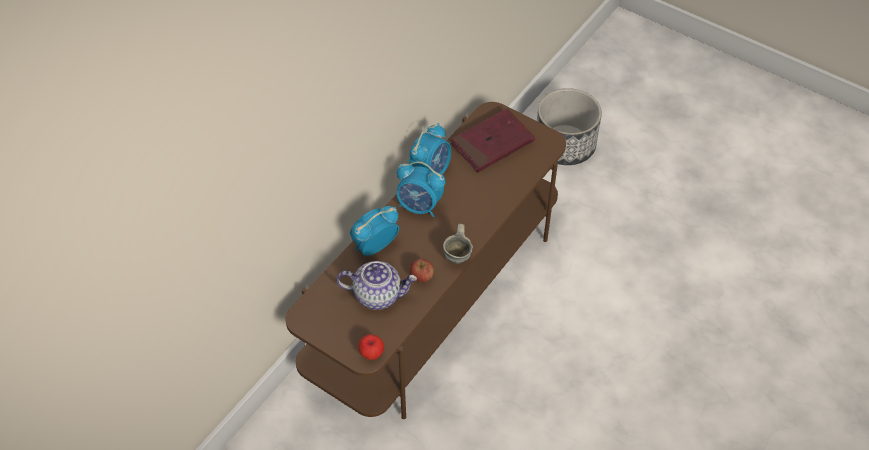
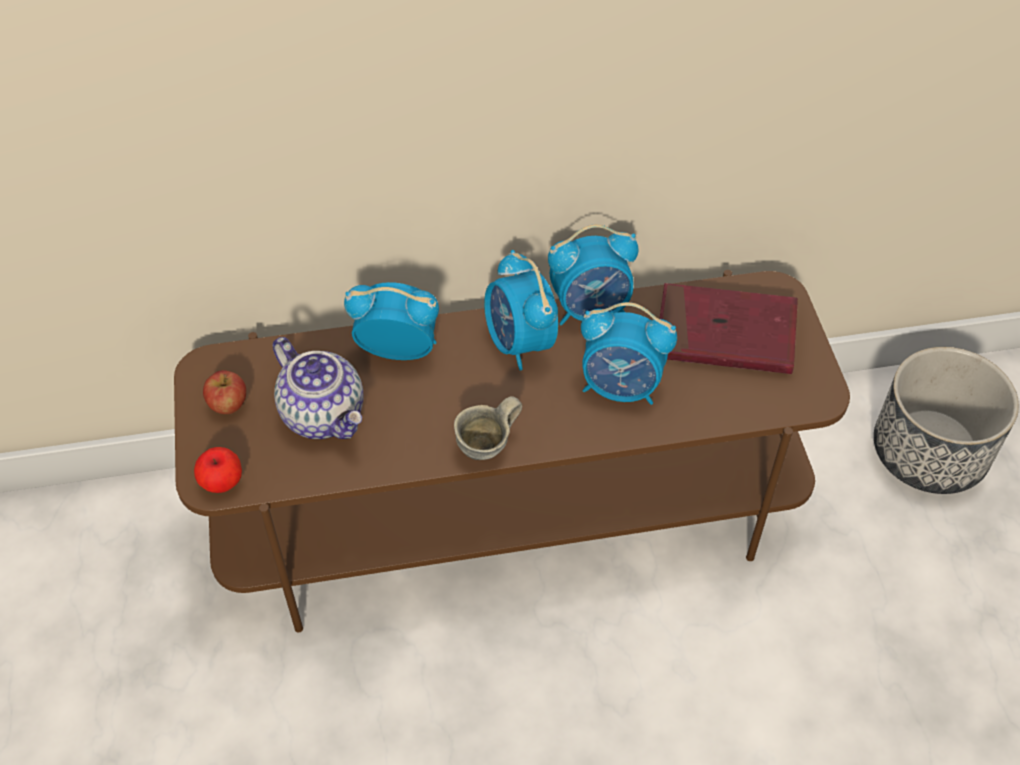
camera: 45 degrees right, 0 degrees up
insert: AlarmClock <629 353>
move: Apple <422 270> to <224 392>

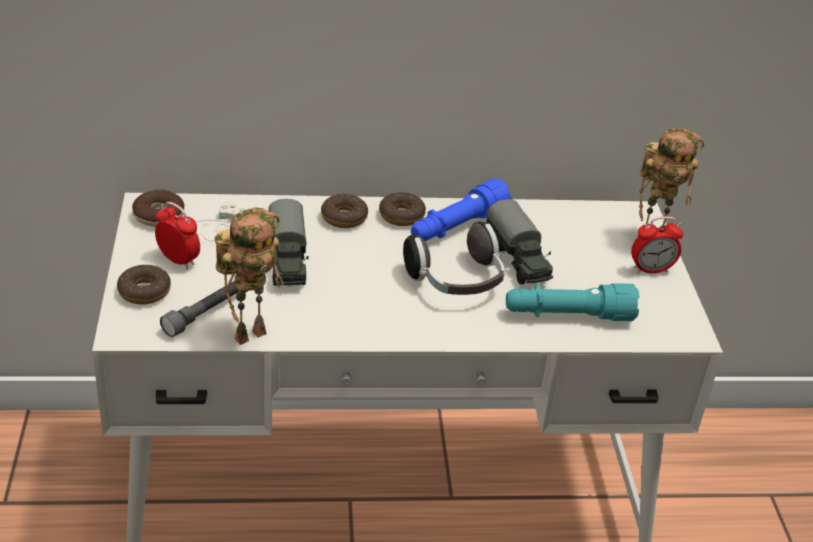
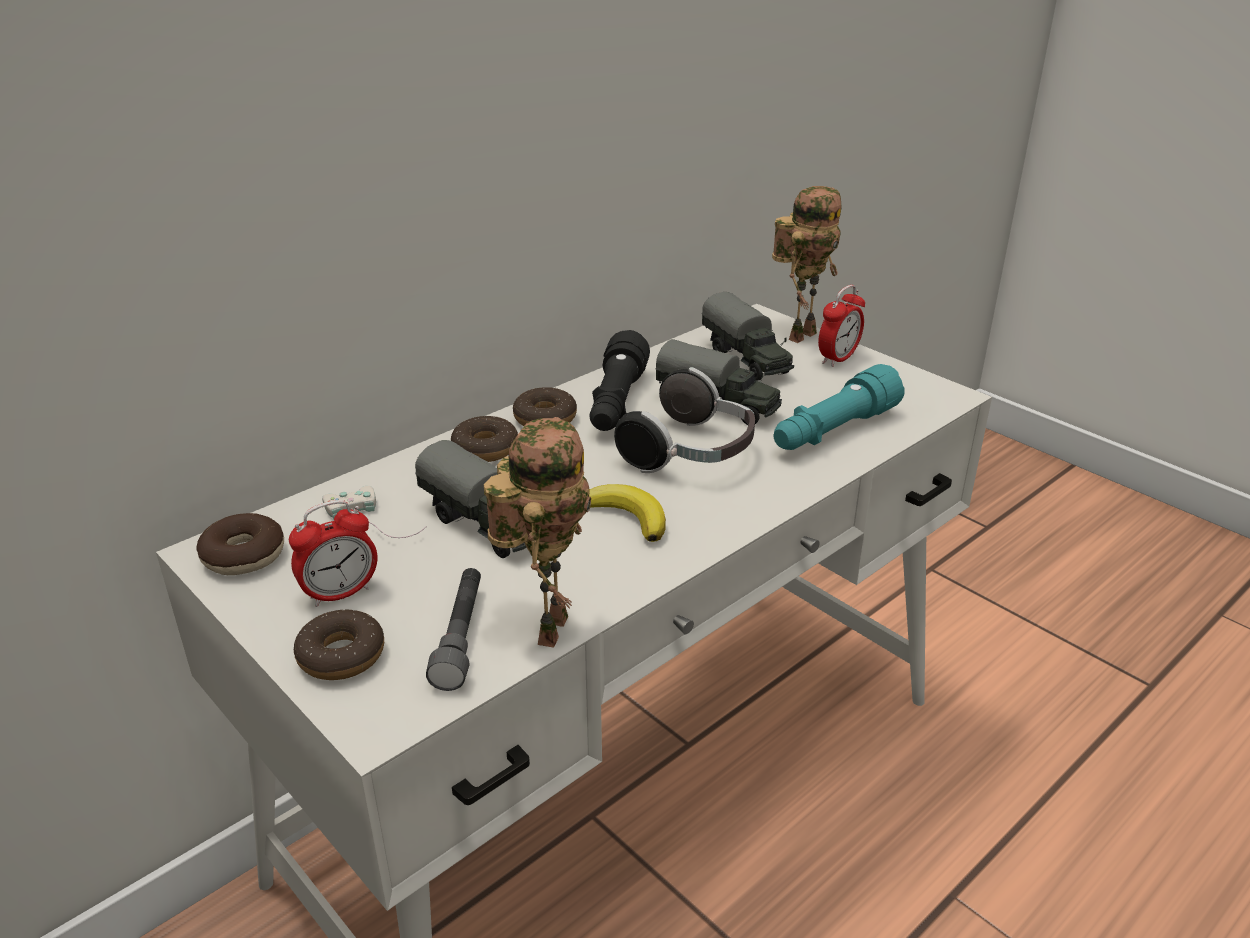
camera: 35 degrees left, 5 degrees down
insert: Banana <627 513>; ToyTruck <748 336>
recolor: BlueFlashlight <461 209> to BlackFlashlight <619 380>
rotate: AlarmClock <177 235> = <333 553> 150 degrees clockwise

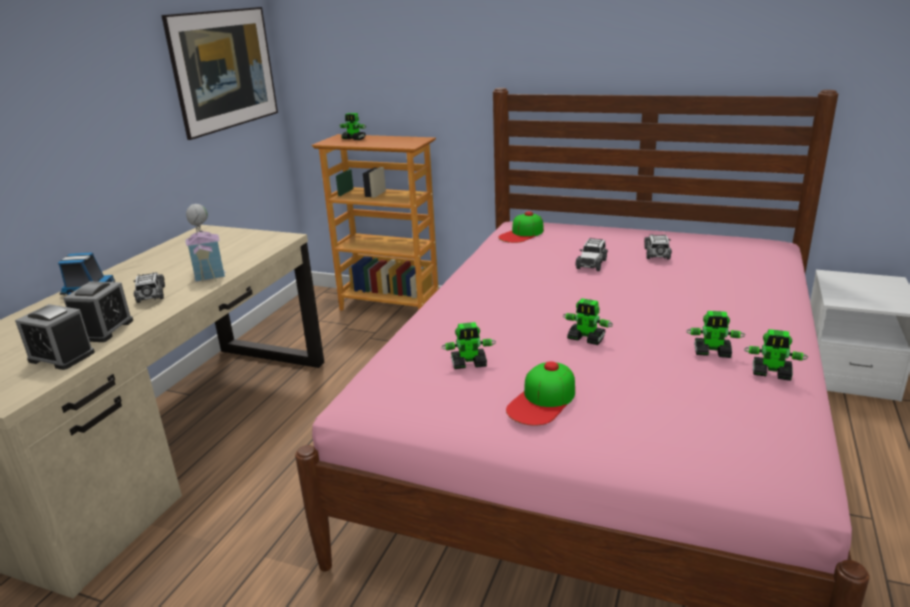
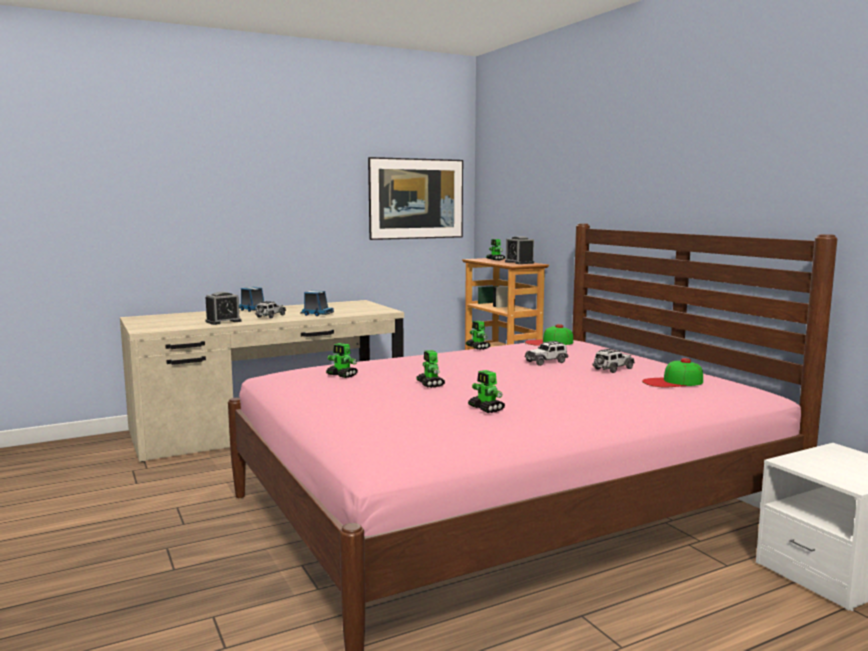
camera: 40 degrees right, 15 degrees down
move: AlarmClock <55 337> to <519 250>; Cap <540 393> to <672 372>; ToyRobot <776 355> to <478 335>
replace: ToyHouse <205 243> to ToyTruck <317 303>

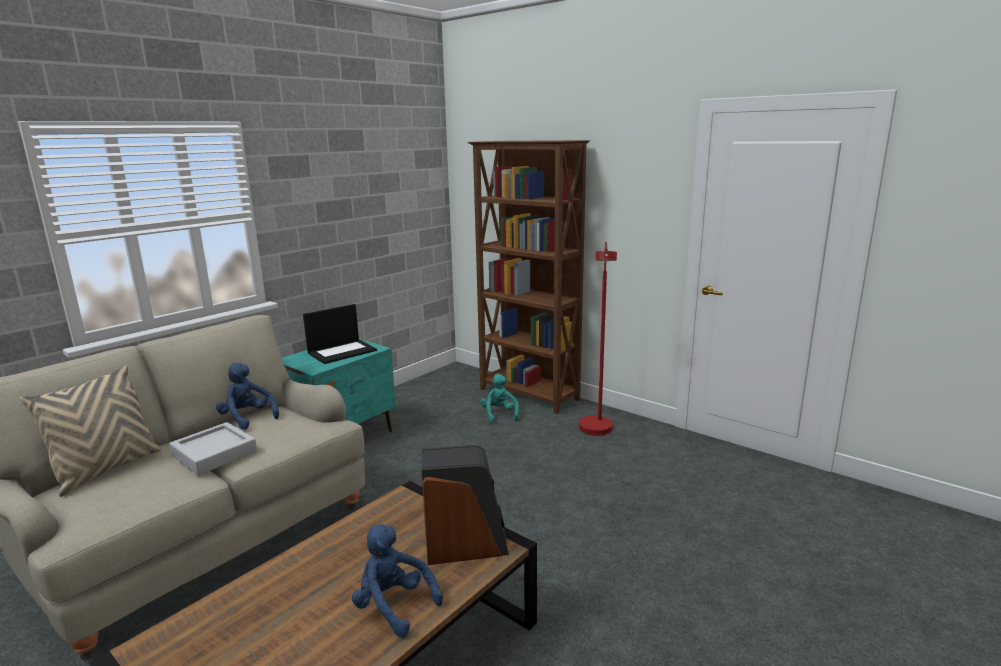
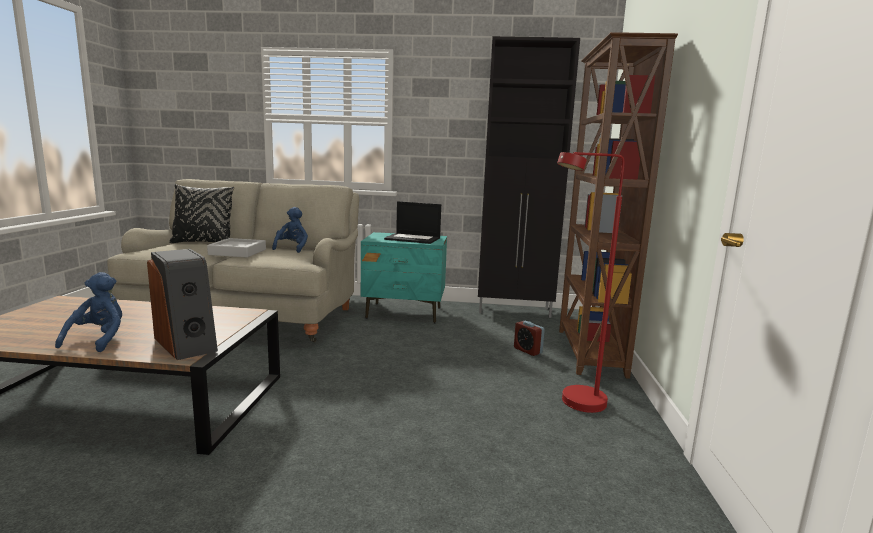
camera: 55 degrees right, 5 degrees down
insert: BlackCabinet <529 177>
replace: TurquoisePlushToy <499 398> to AlarmClock <529 338>
recolor: BeigePillow <90 431> to BlackPillow <201 213>

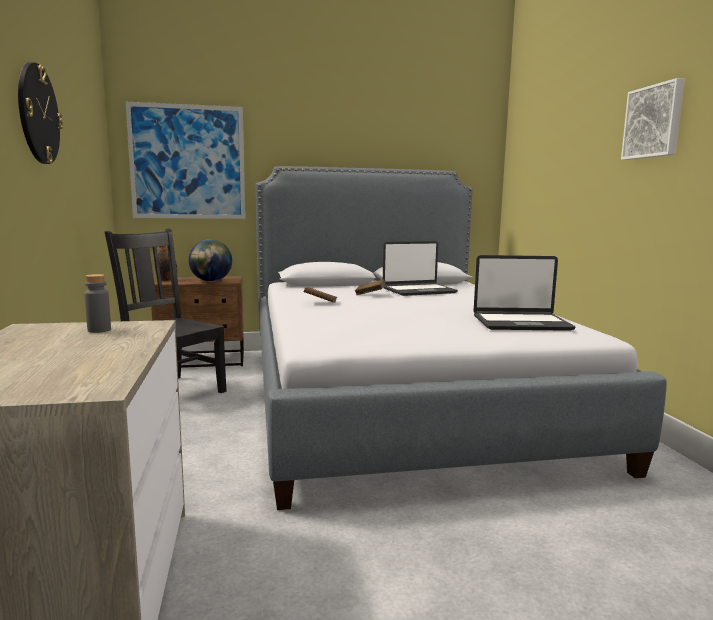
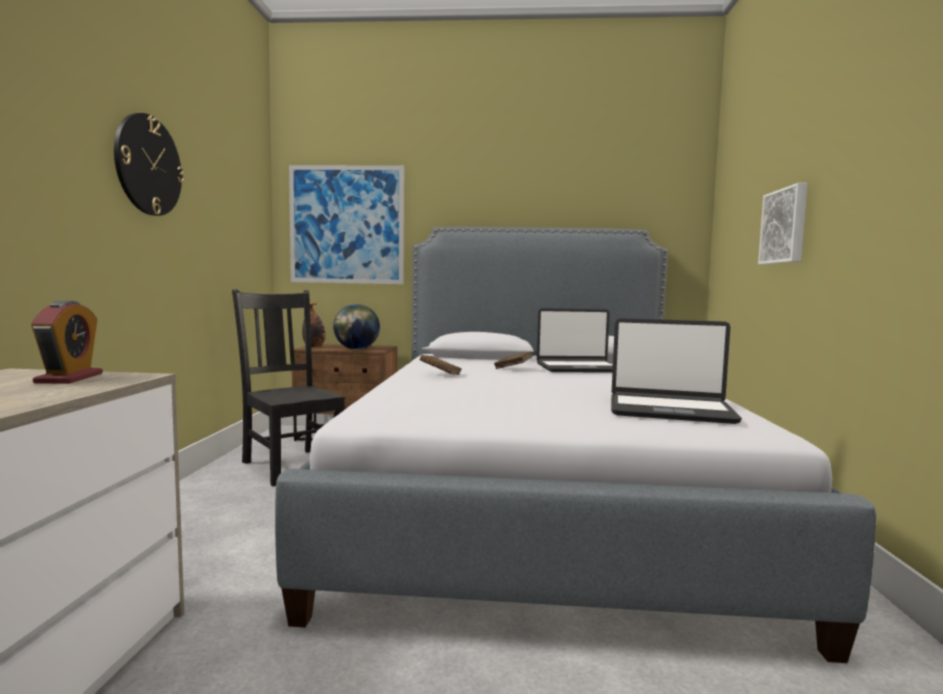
camera: 15 degrees right, 5 degrees down
move: Picture <653 119> to <783 223>
replace: GreyBottle <97 303> to AlarmClock <67 342>

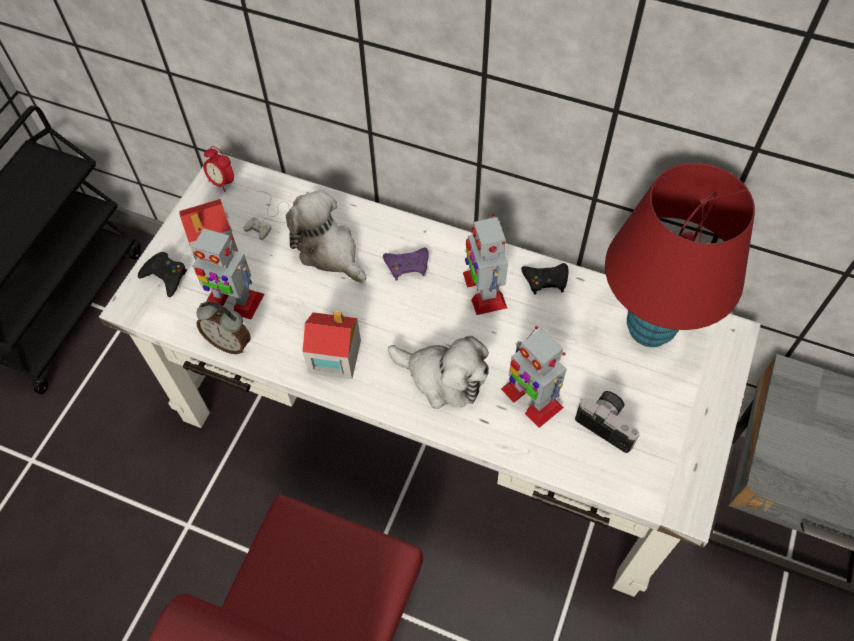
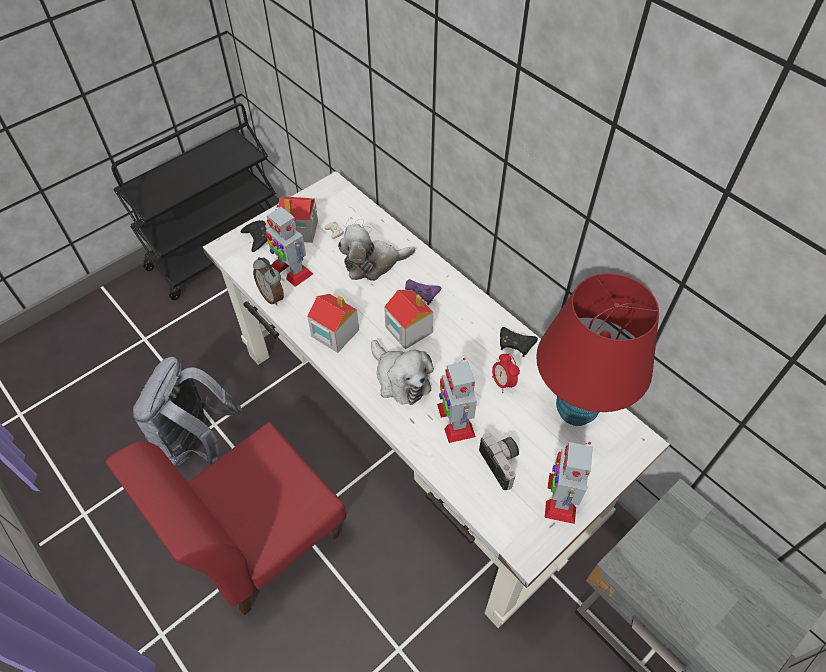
camera: 25 degrees right, 5 degrees down
insert: GreyBackpack <187 411>; ToyHouse <409 319>
move: AlarmClock <218 169> to <506 373>; ToyRobot <485 264> to <569 483>
rotate: PlushToy <326 236> = <376 252> 90 degrees counterclockwise

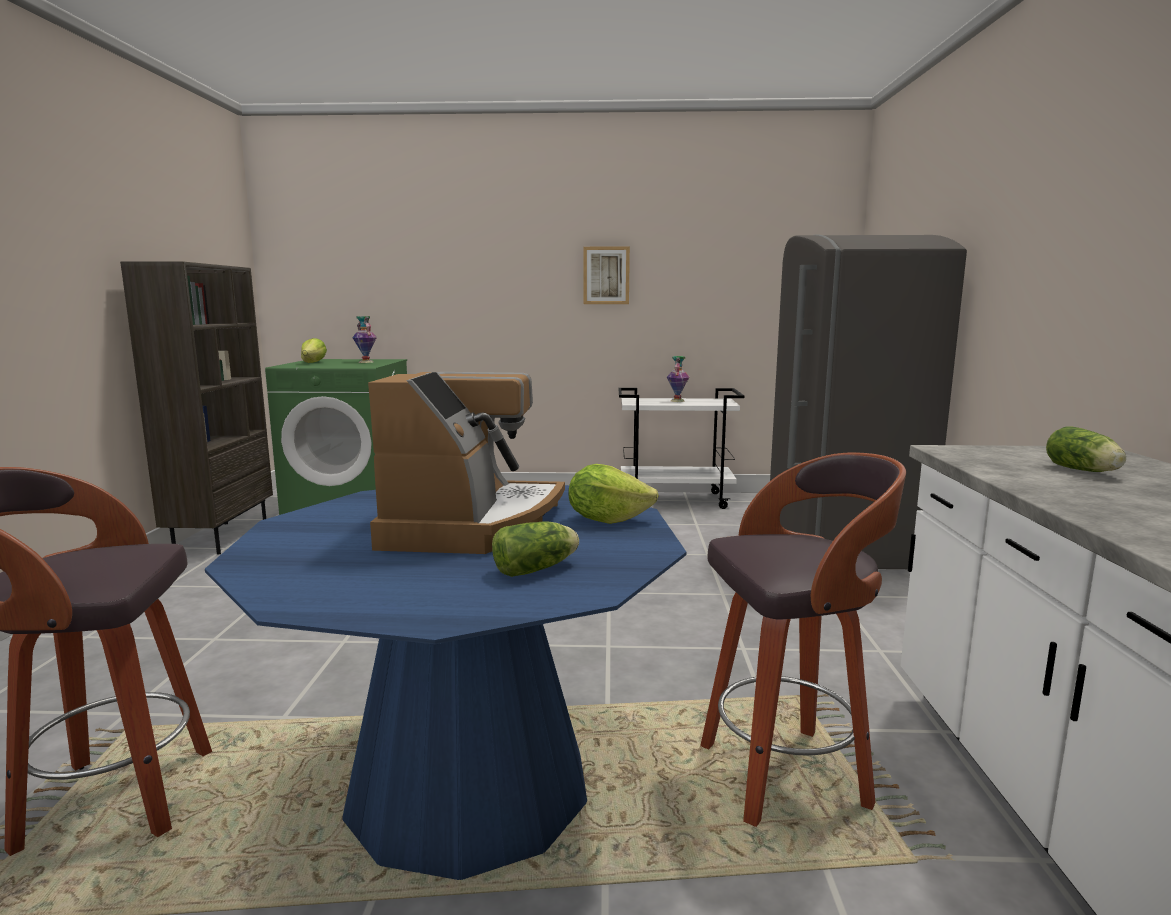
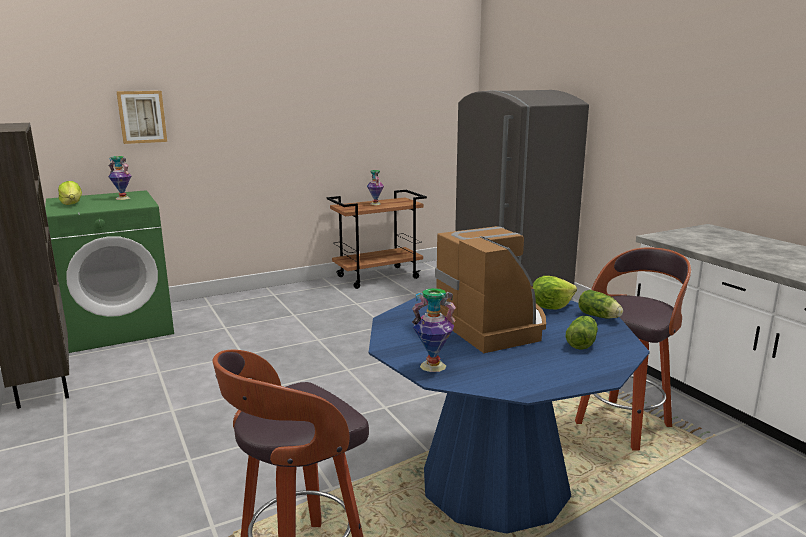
camera: 30 degrees left, 5 degrees up
insert: Vase <434 330>
move: Picture <606 275> to <141 117>; Lettuce <1086 449> to <600 304>
recolor: WhiteCart <681 448> to BrownCart <377 239>

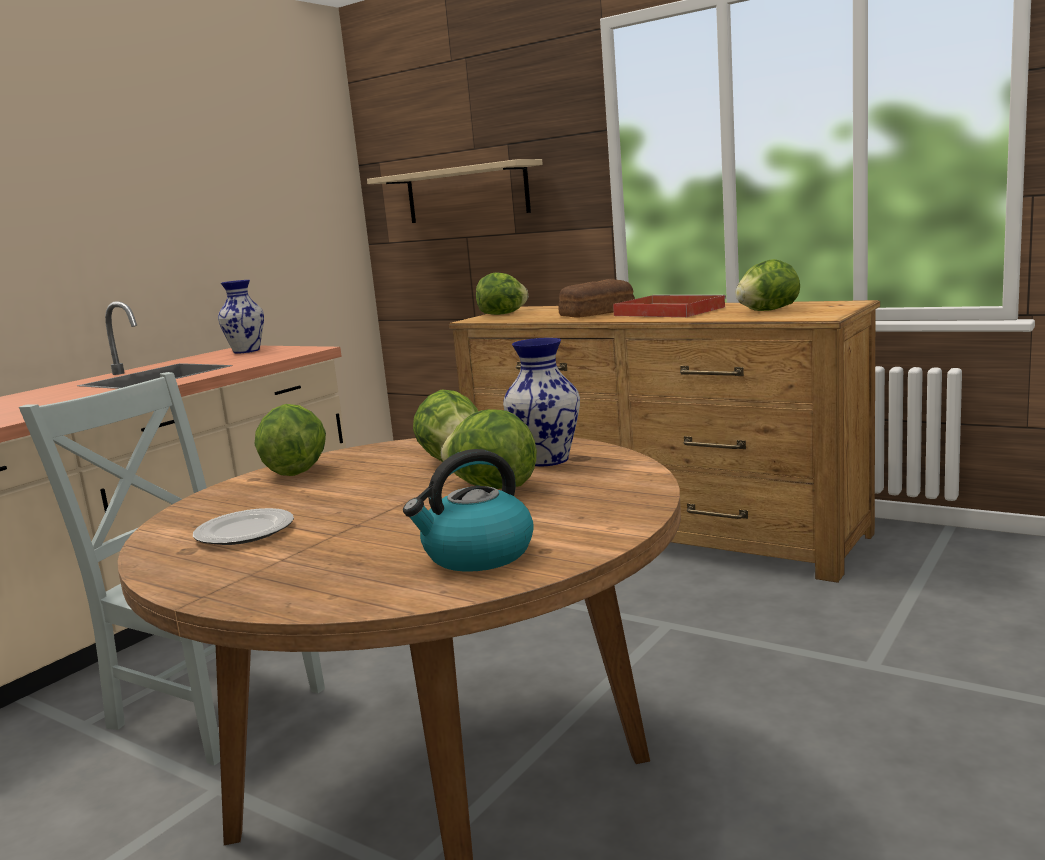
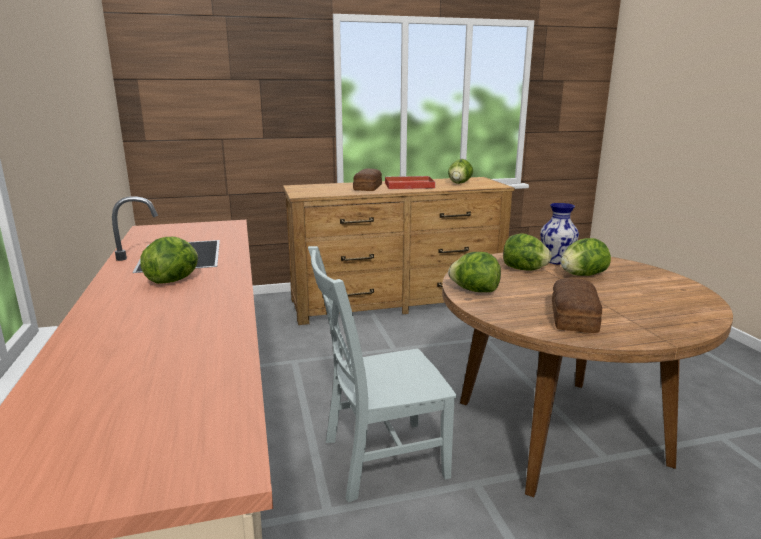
camera: 50 degrees left, 5 degrees up
delete: Vase <241 316>; BeigeShelf <455 191>; Kettle <468 510>
move: Lettuce <502 293> to <169 260>
replace: Plate <243 526> to Bread <577 305>

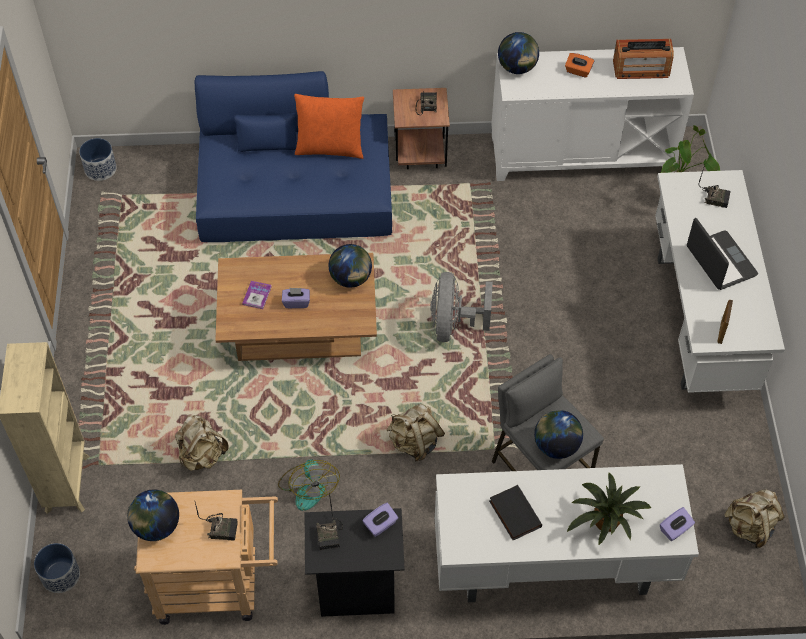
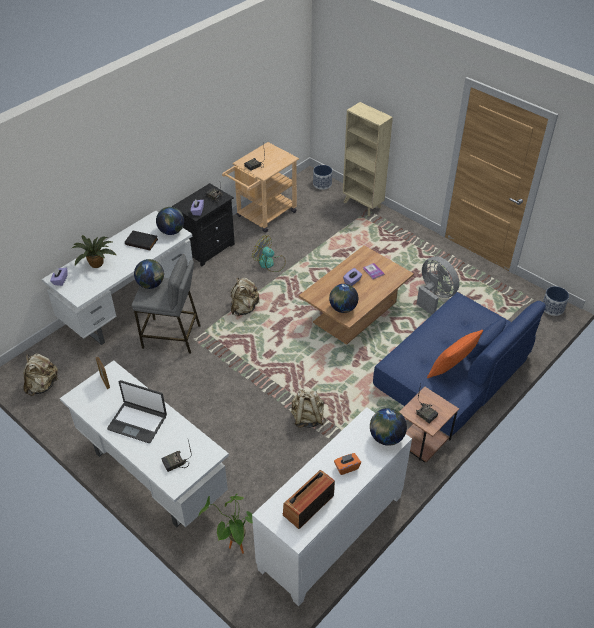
camera: 135 degrees right, 10 degrees down
move: Globe <153 515> to <170 221>; BeigeBackpack <201 443> to <308 408>; GreyFan <461 307> to <438 285>

